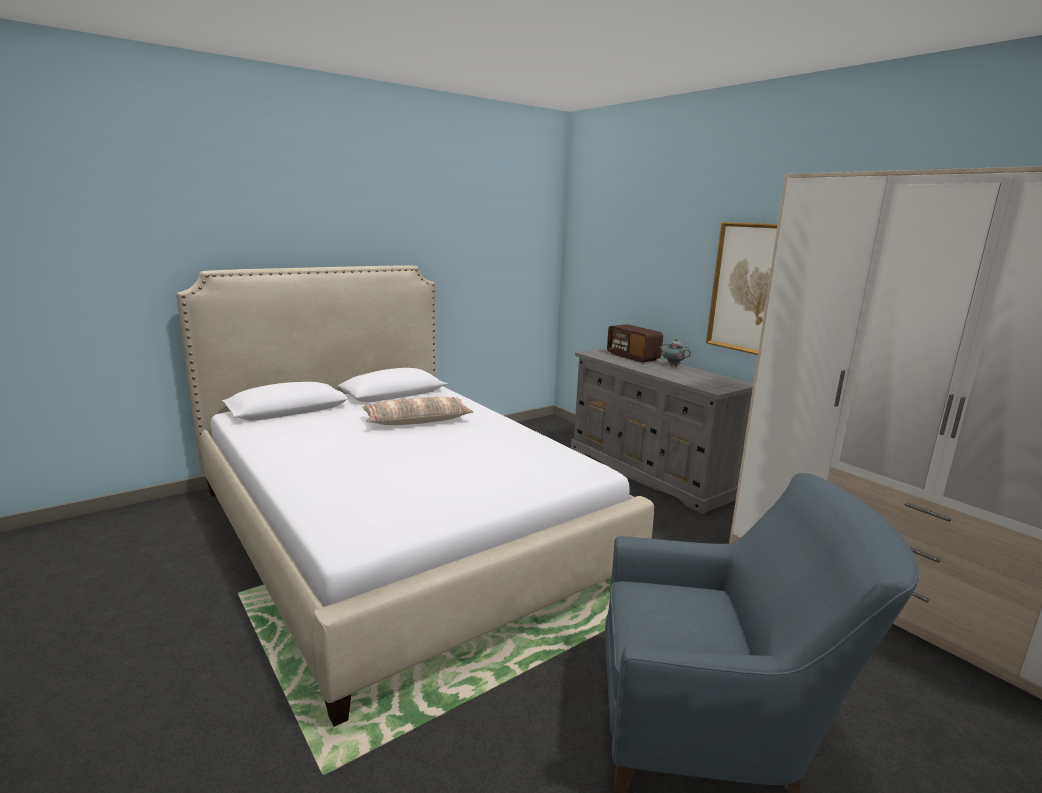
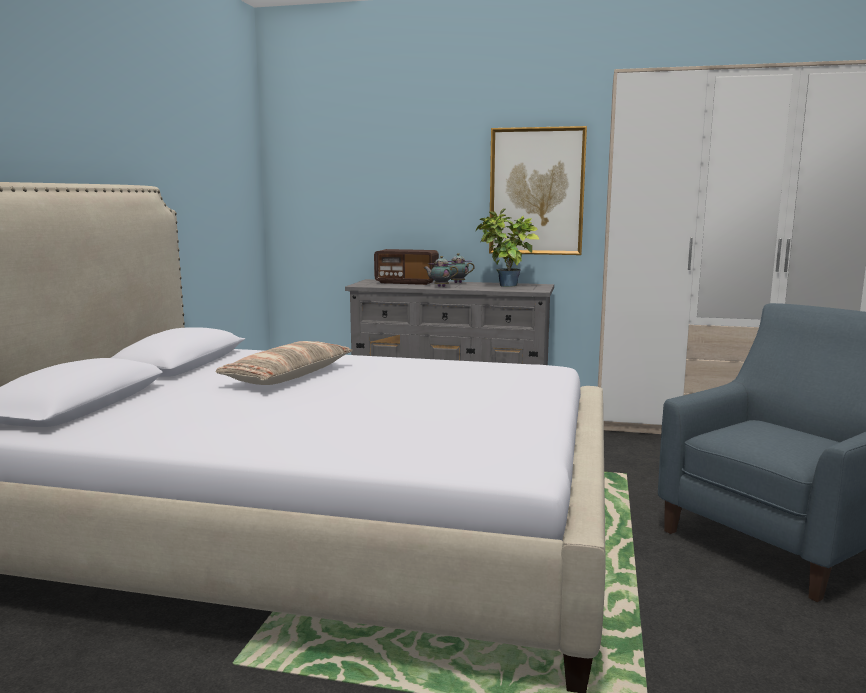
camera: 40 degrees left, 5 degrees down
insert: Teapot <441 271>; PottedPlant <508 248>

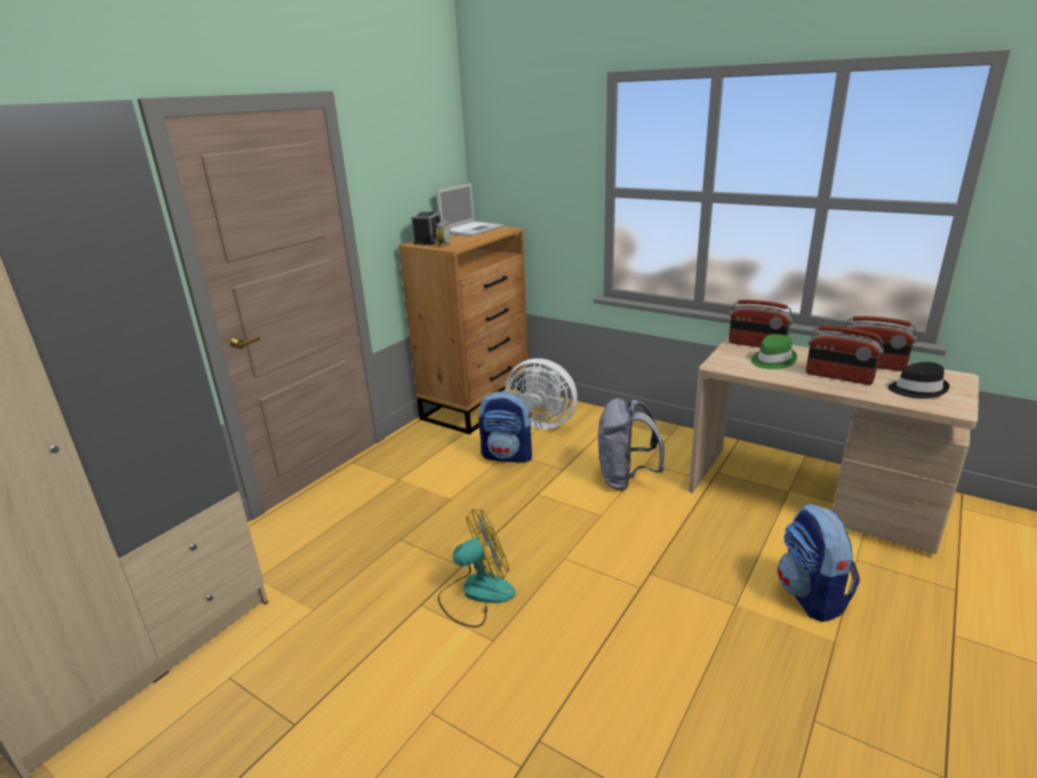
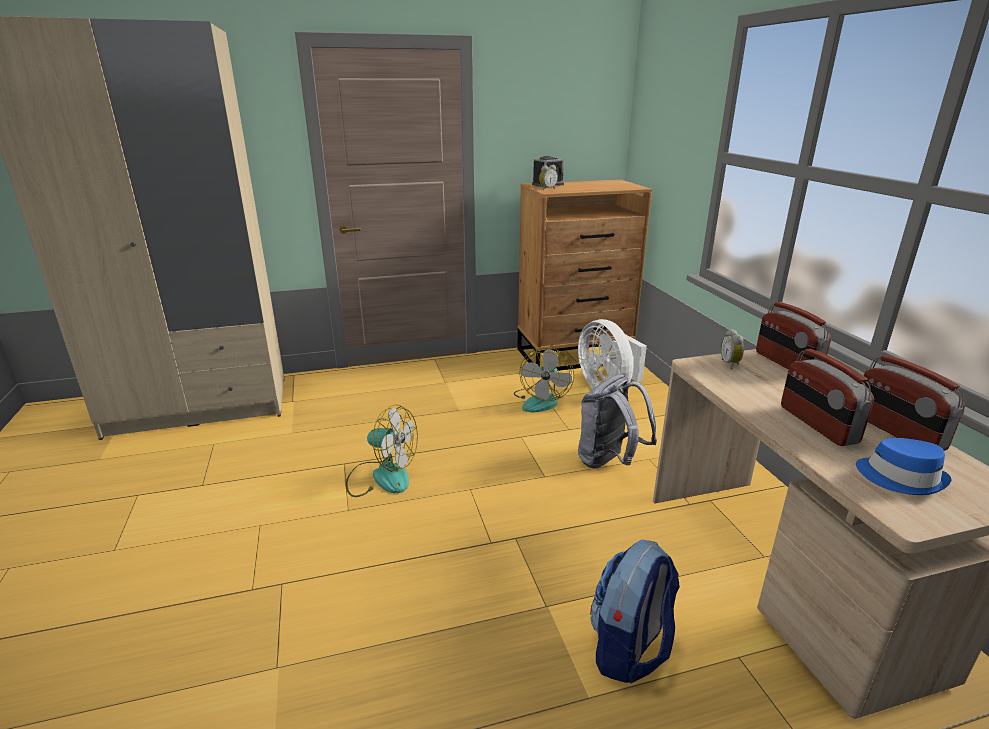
camera: 40 degrees right, 0 degrees up
delete: Laptop <470 210>; GreenHat <774 351>
insert: AlarmClock <732 349>
replace: Backpack <506 427> to Fan <544 379>
recolor: BlackHat <918 380> to BlueHat <903 466>

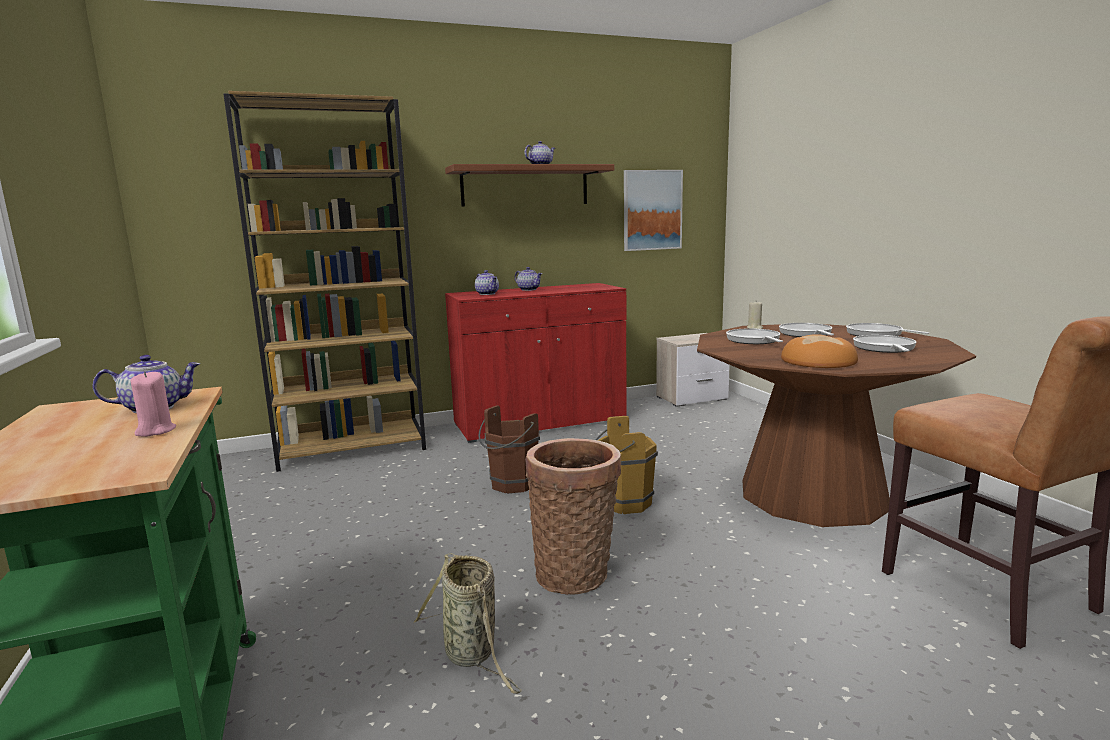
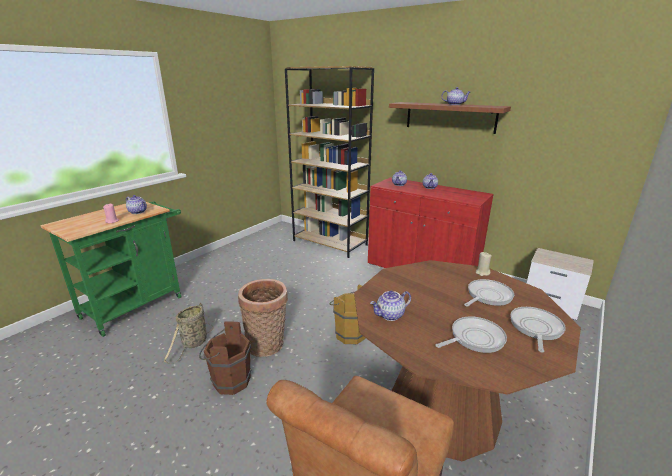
camera: 55 degrees right, 10 degrees up
delete: Picture <653 210>; FryingPan <754 336>
move: BrownBucket <509 449> to <225 358>
replace: Bread <819 351> to Teapot <390 306>

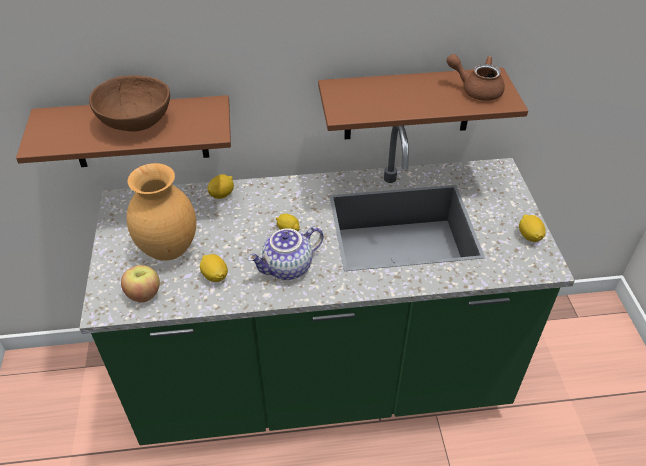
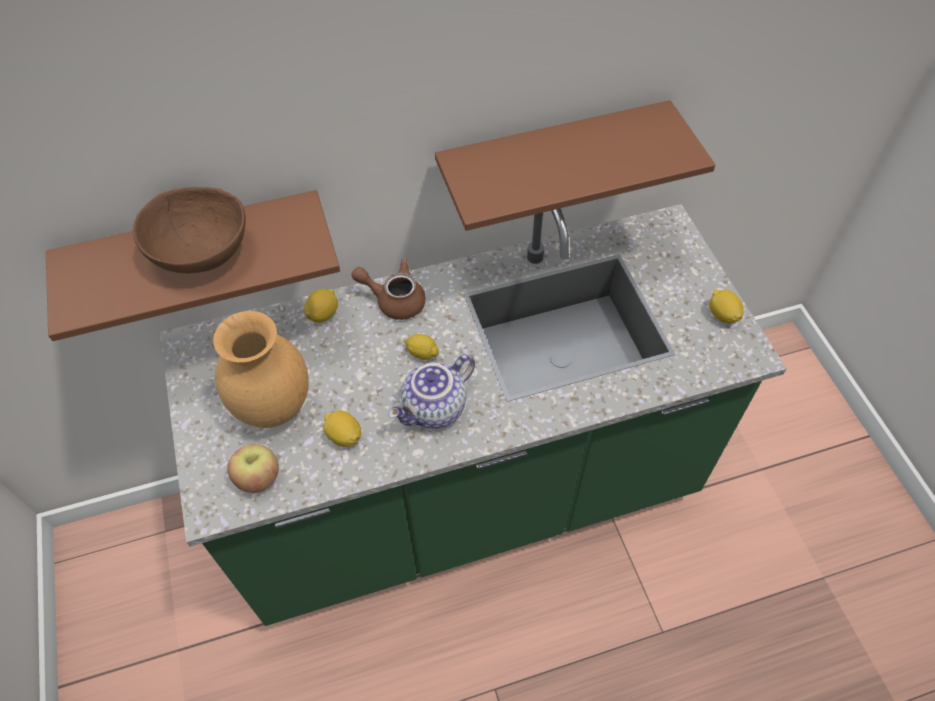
camera: 10 degrees left, 10 degrees up
move: BrownTeapot <476 77> to <389 289>

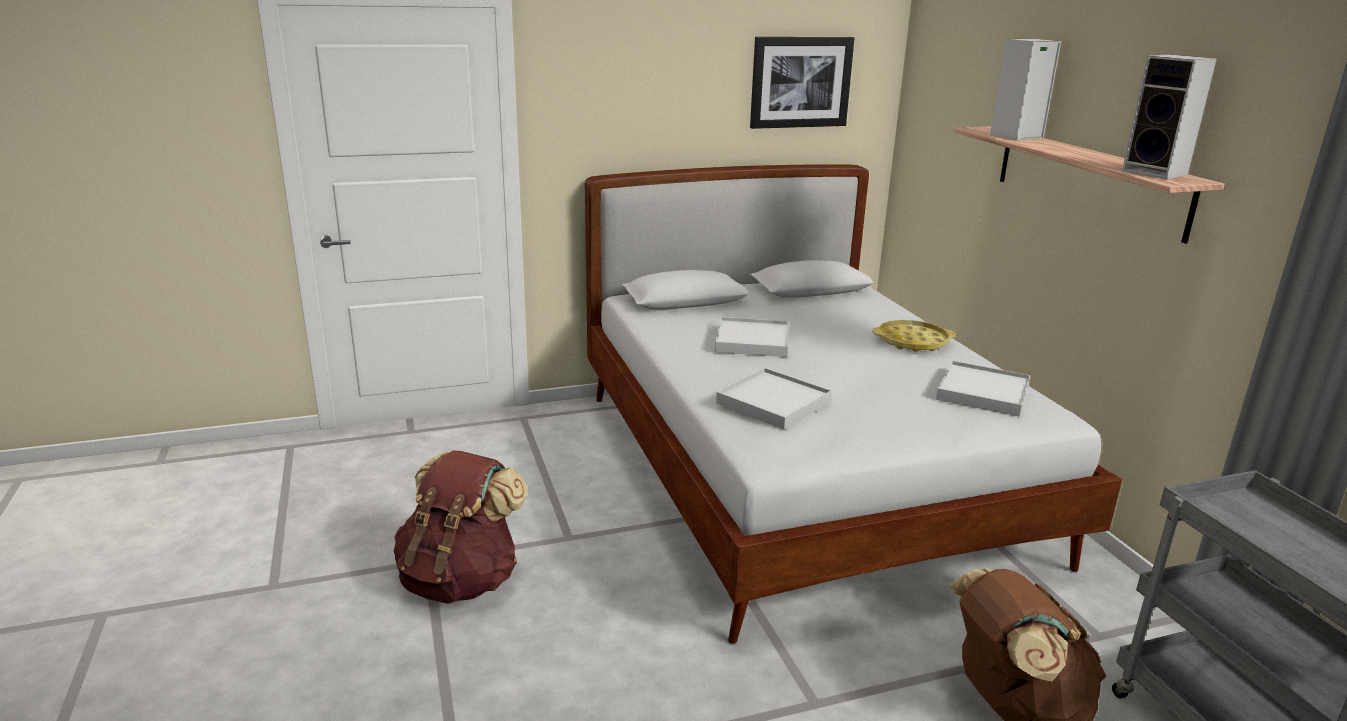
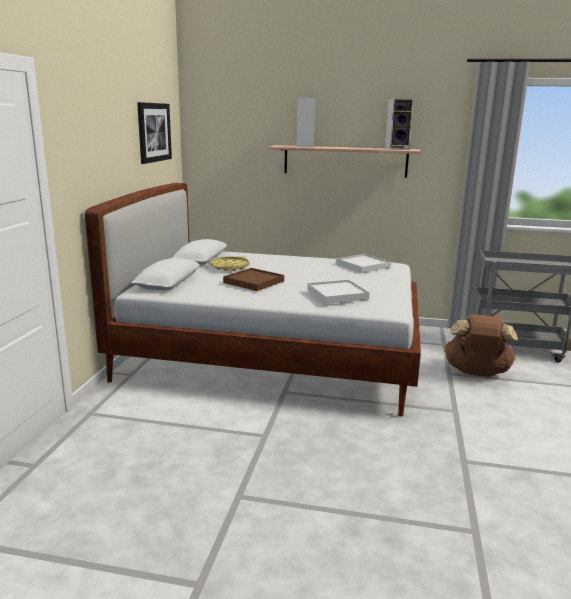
camera: 60 degrees left, 5 degrees down
delete: BrownBackpack <461 527>
move: YellowTray <914 336> to <230 263>
recolor: WhiteTray <751 337> to BrownTray <253 279>

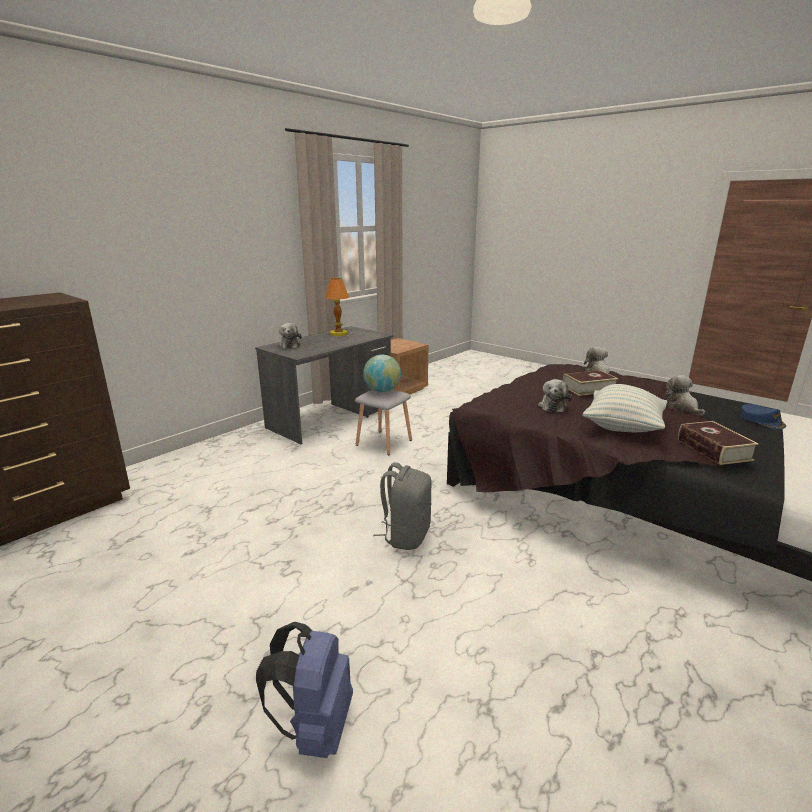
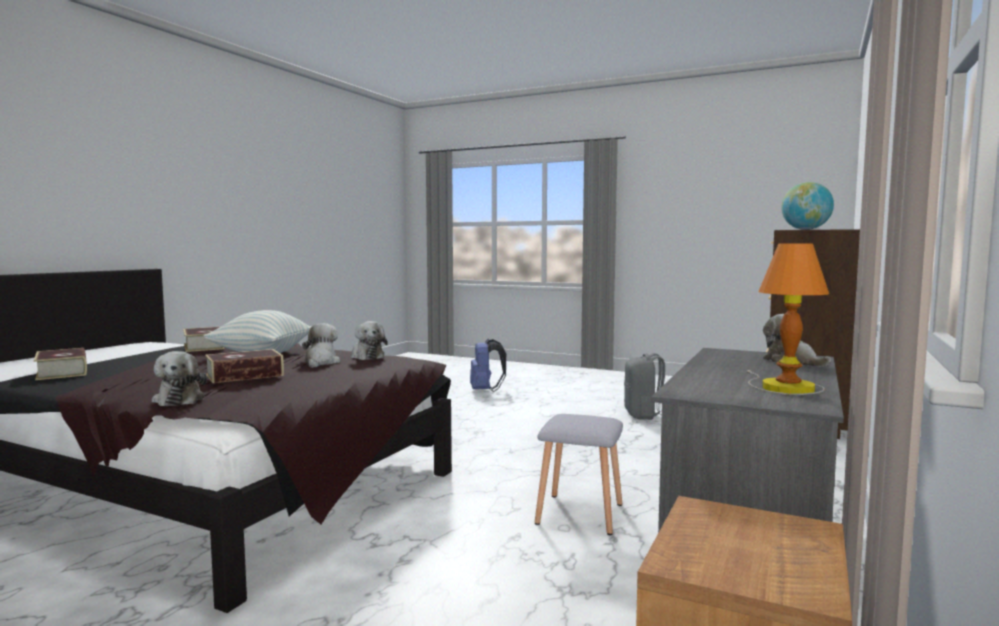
camera: 165 degrees right, 15 degrees down
move: Globe <382 373> to <807 206>; GreyBackpack <402 506> to <644 386>; PlushToy <685 395> to <369 340>
replace: BlueCap <763 416> to Book <60 364>

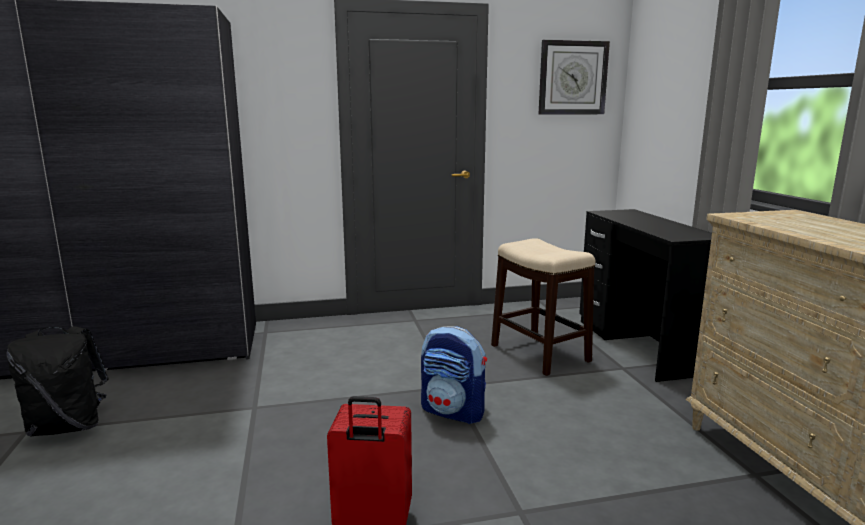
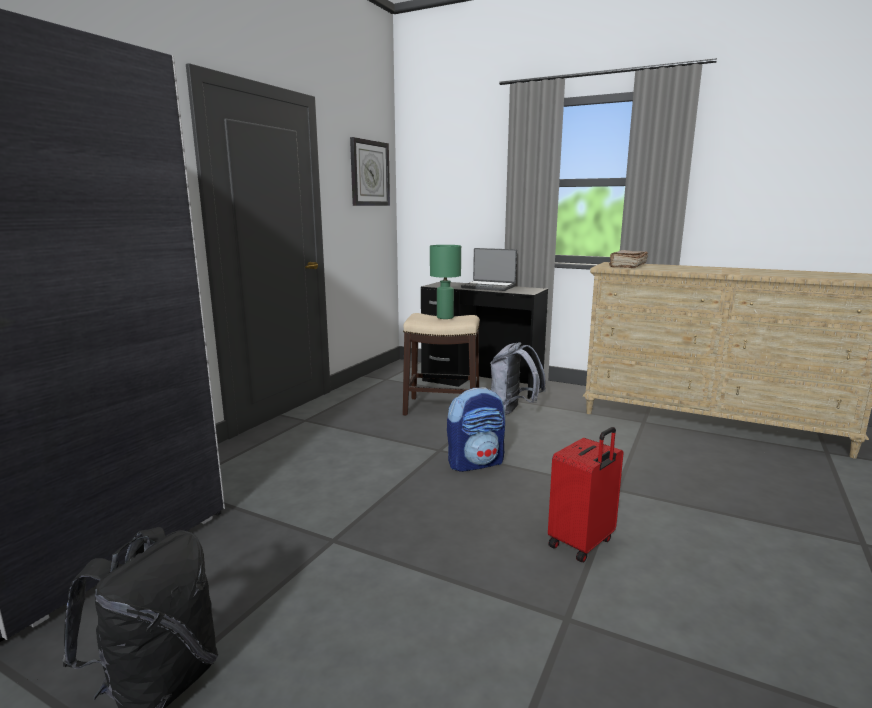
camera: 50 degrees left, 0 degrees up
insert: GreenTableLamp <445 282>; Laptop <489 269>; GreyBackpack <518 378>; BrownBook <628 259>

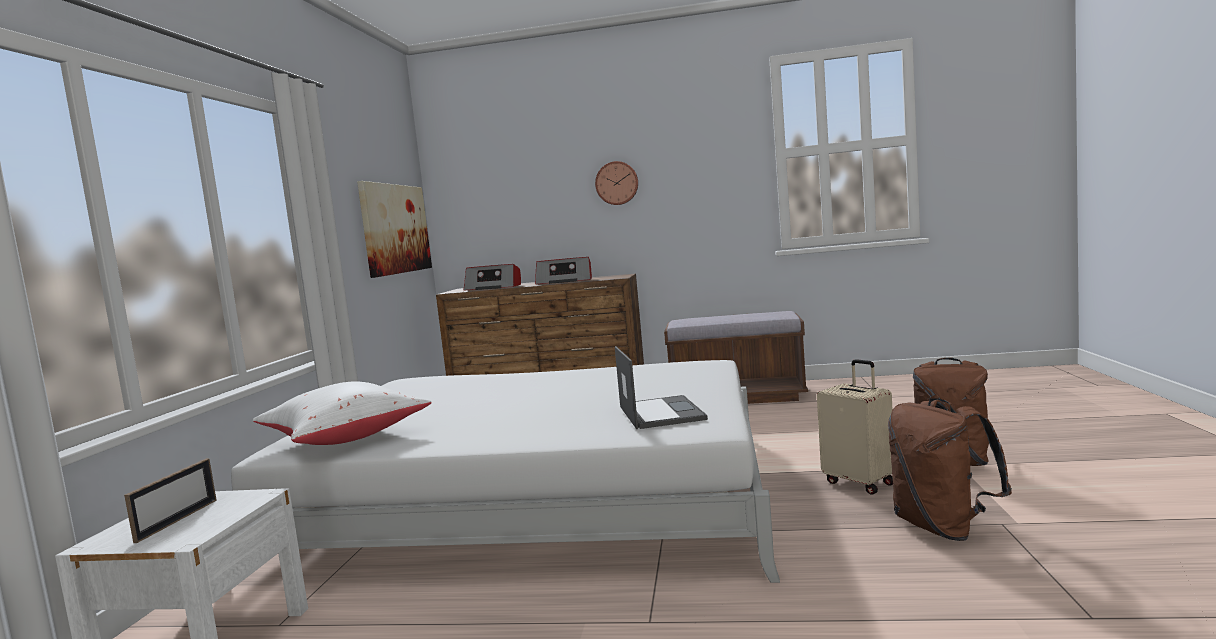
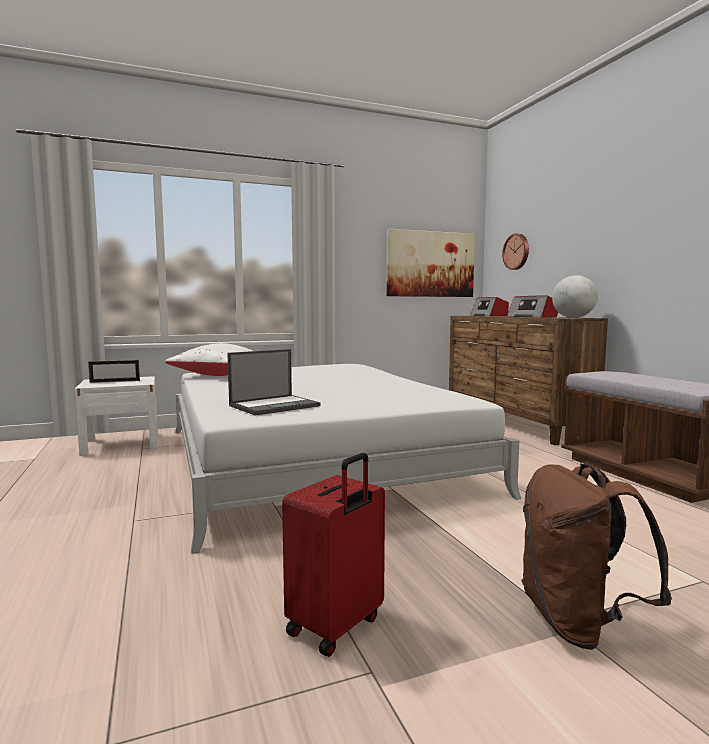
camera: 60 degrees right, 0 degrees up
delete: BeigeSuitcase <855 427>
insert: Globe <575 296>
move: WallClock <616 183> to <515 252>
replace: BrownBackpack <950 469> to RedSuitcase <333 555>

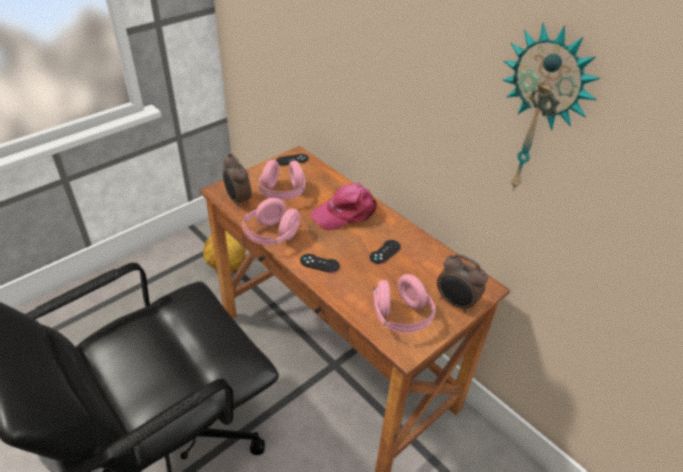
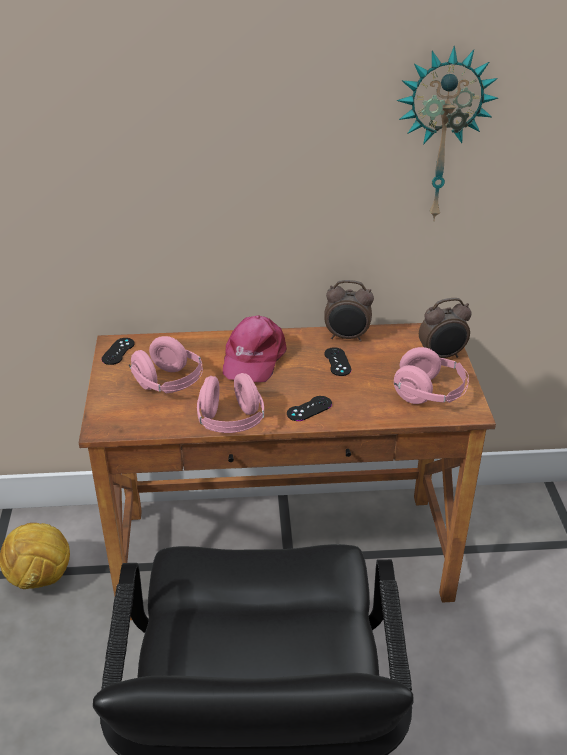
camera: 50 degrees left, 5 degrees down
move: AlarmClock <237 180> to <349 311>

